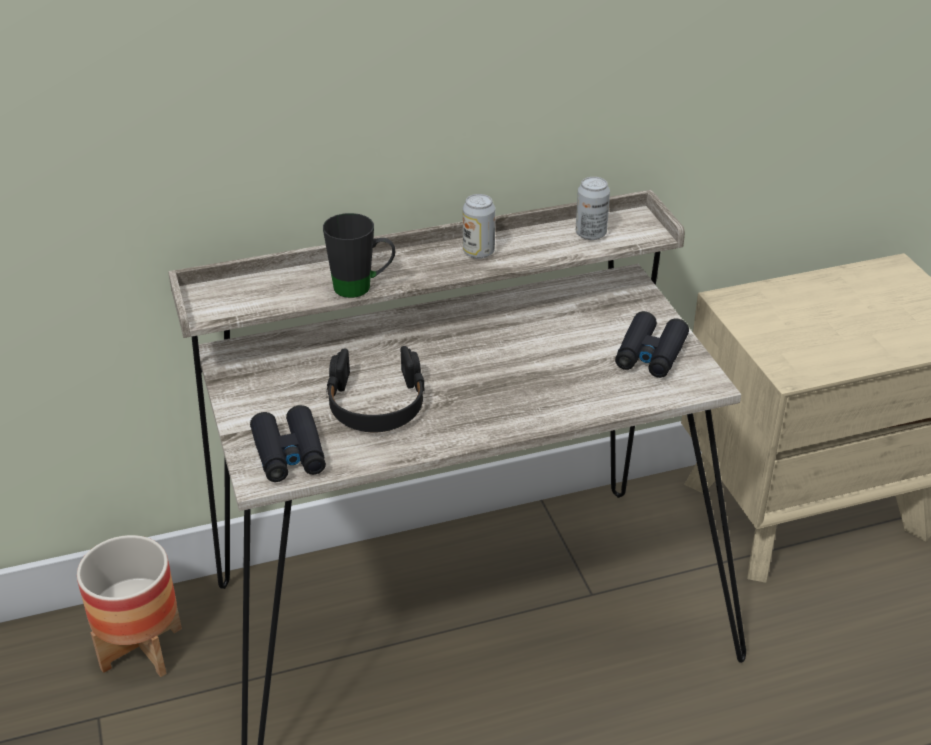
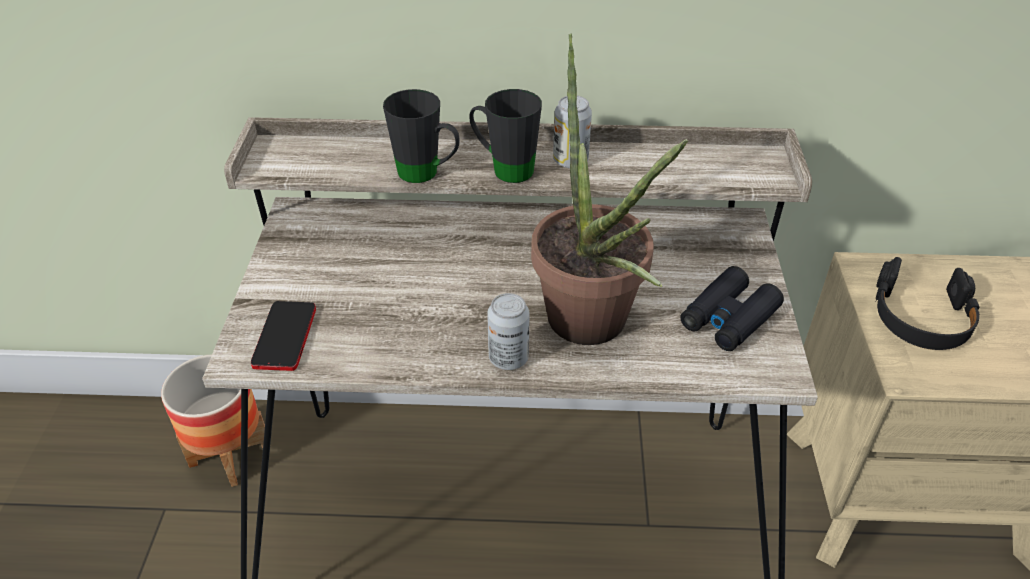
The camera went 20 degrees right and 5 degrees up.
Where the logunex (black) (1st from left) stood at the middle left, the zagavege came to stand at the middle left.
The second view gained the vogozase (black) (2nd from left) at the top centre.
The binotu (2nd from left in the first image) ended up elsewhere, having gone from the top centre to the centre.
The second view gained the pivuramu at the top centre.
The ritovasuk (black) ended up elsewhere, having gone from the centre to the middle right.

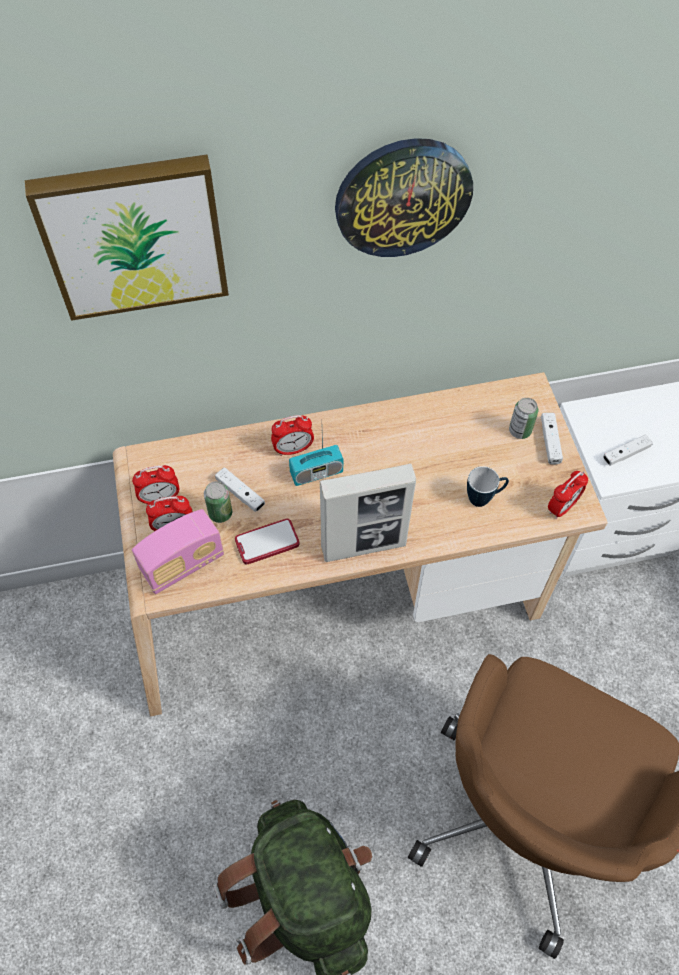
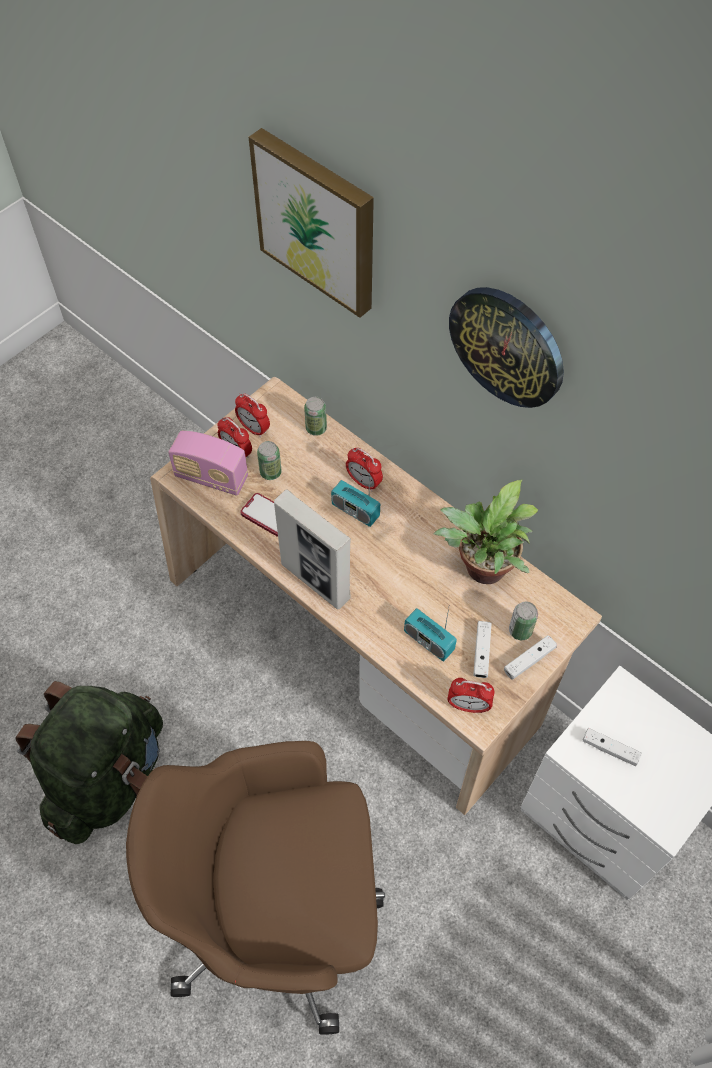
The camera went 55 degrees right and 0 degrees up.
The second view gained the binotu (2nd from left) at the centre.
Where the vogozase stood at the middle right, the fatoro (3rd from left) came to stand at the centre.
The second view gained the pivuramu at the middle right.
The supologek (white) (1st from left) ended up elsewhere, having gone from the centre to the middle right.

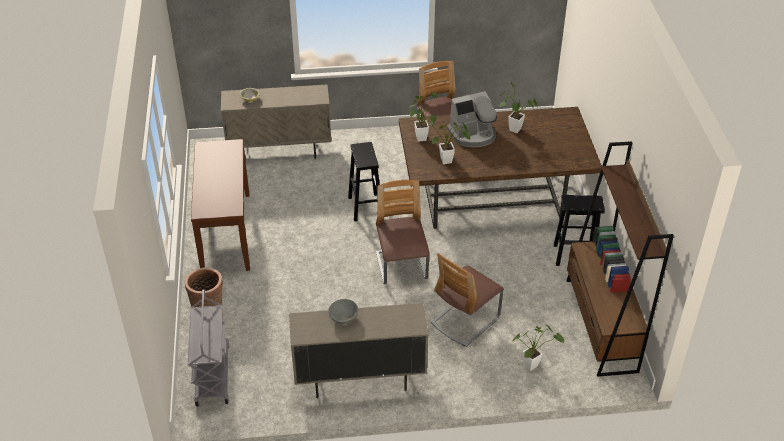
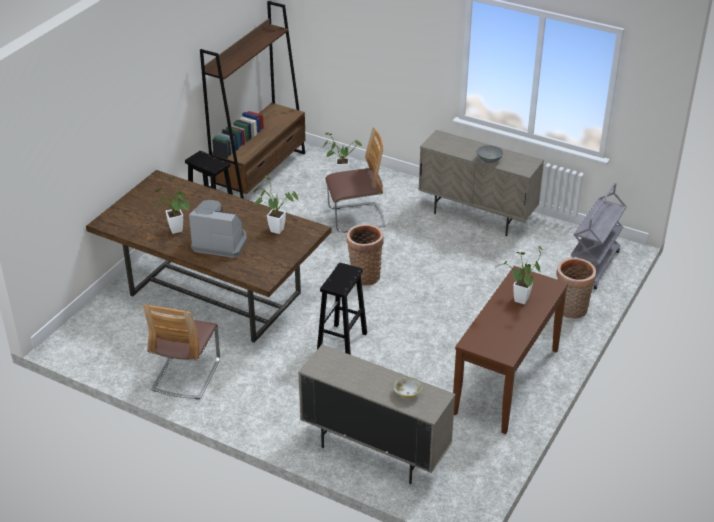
The camera went 145 degrees left and 5 degrees down.
Where the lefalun (1st from left) stood at the centre, the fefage (1st from left) came to stand at the centre.
The pivuramu (1st from left in the first image) ended up elsewhere, having gone from the top centre to the middle right.

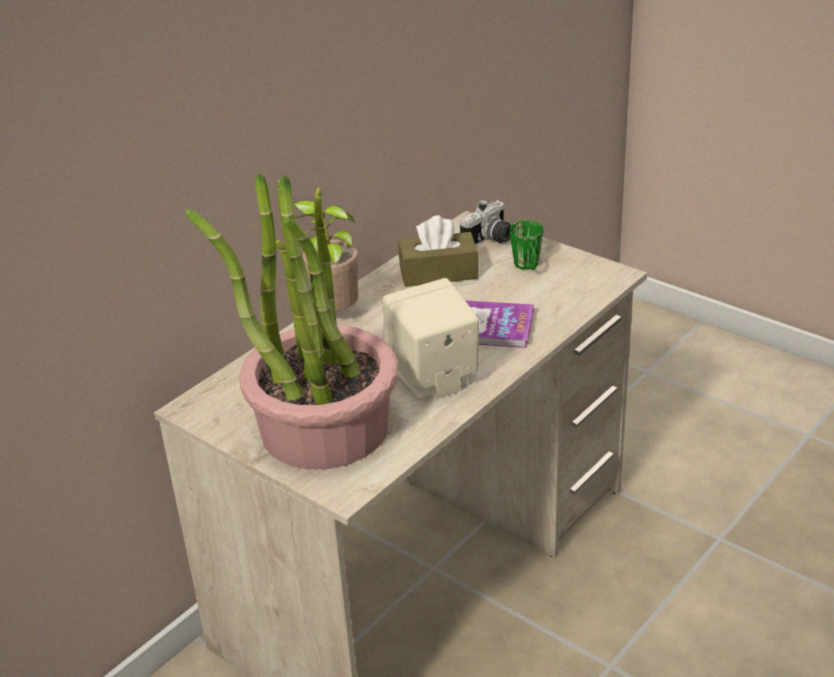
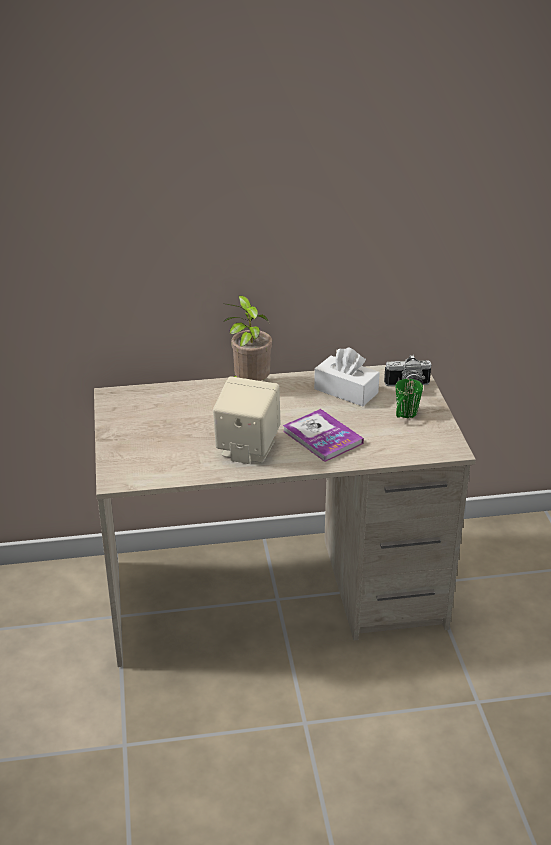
The camera went 40 degrees right and 0 degrees up.
What was the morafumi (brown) at the centre turned into the morafumi (white) at the centre.
The second view lost the pivuramu (1st from left) at the centre.

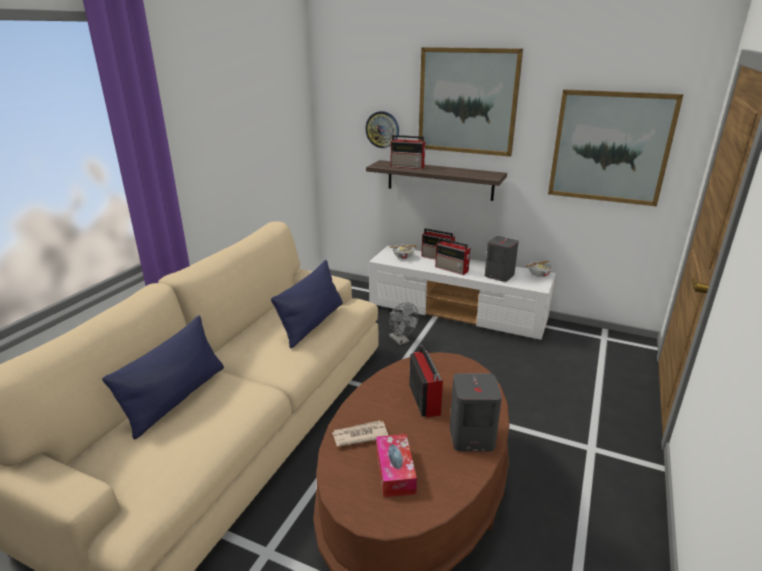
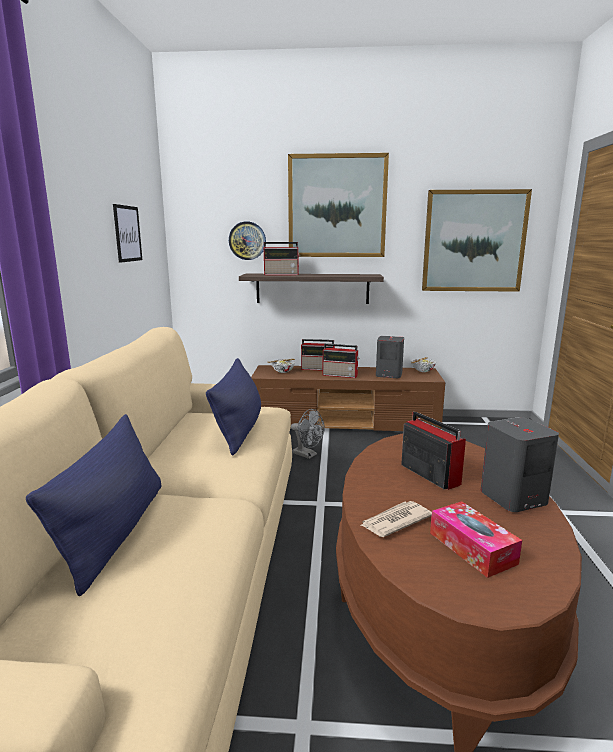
The camera went 20 degrees left and 10 degrees down.
The second view gained the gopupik (1st from left) at the top left.
What was the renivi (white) at the centre turned into the renivi (brown) at the centre.

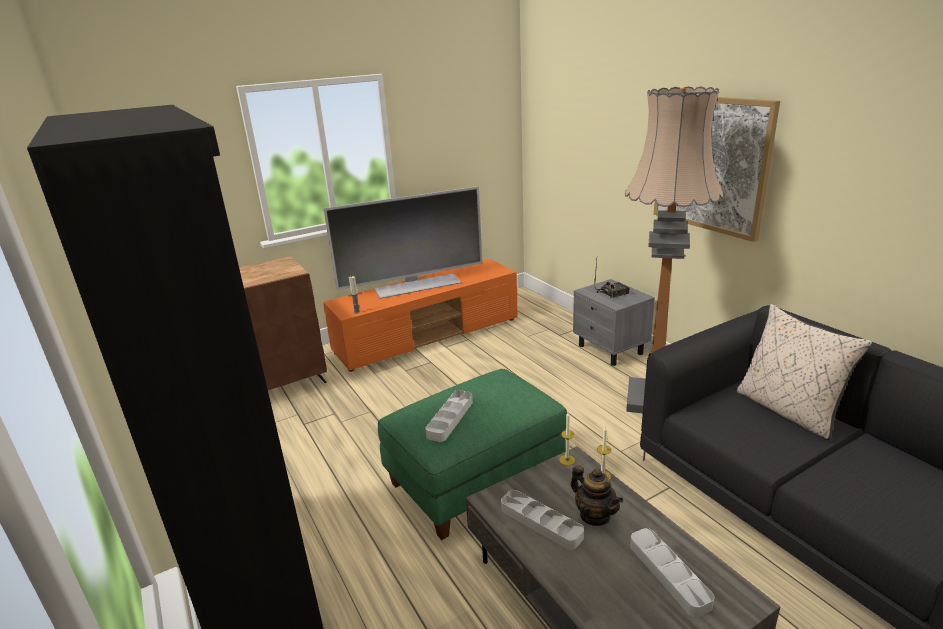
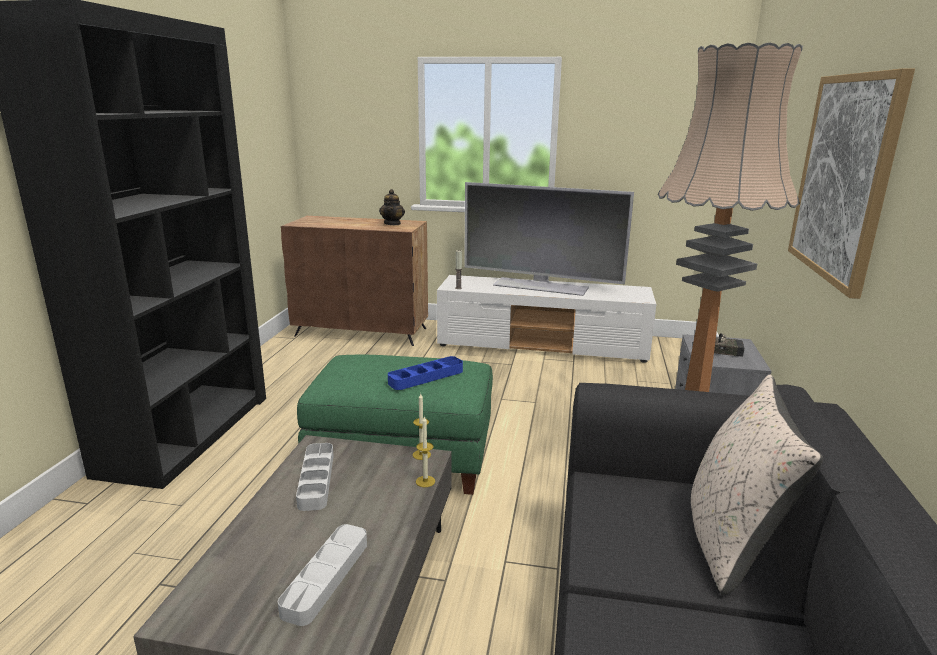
The camera went 40 degrees right and 5 degrees down.
The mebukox ended up elsewhere, having gone from the bottom centre to the top centre.
The second view gained the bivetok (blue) at the centre.
What was the renivi (orange) at the centre turned into the renivi (white) at the centre.
The second view lost the bivetok (grey) (1st from left) at the centre.

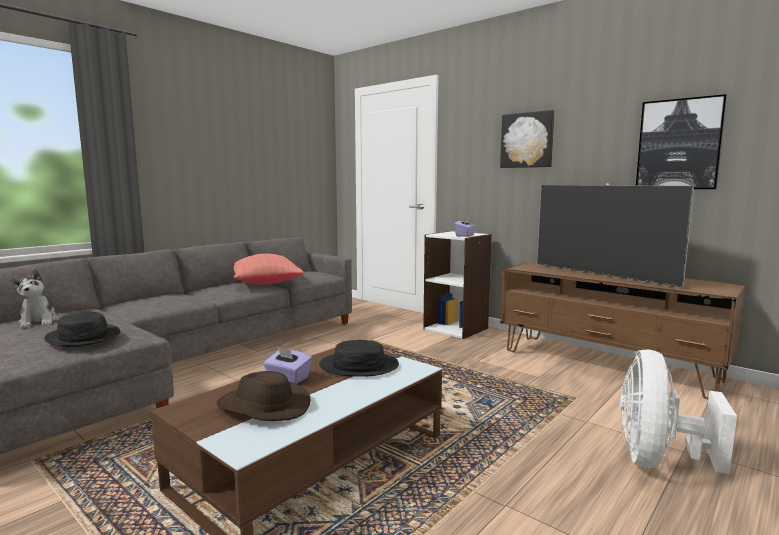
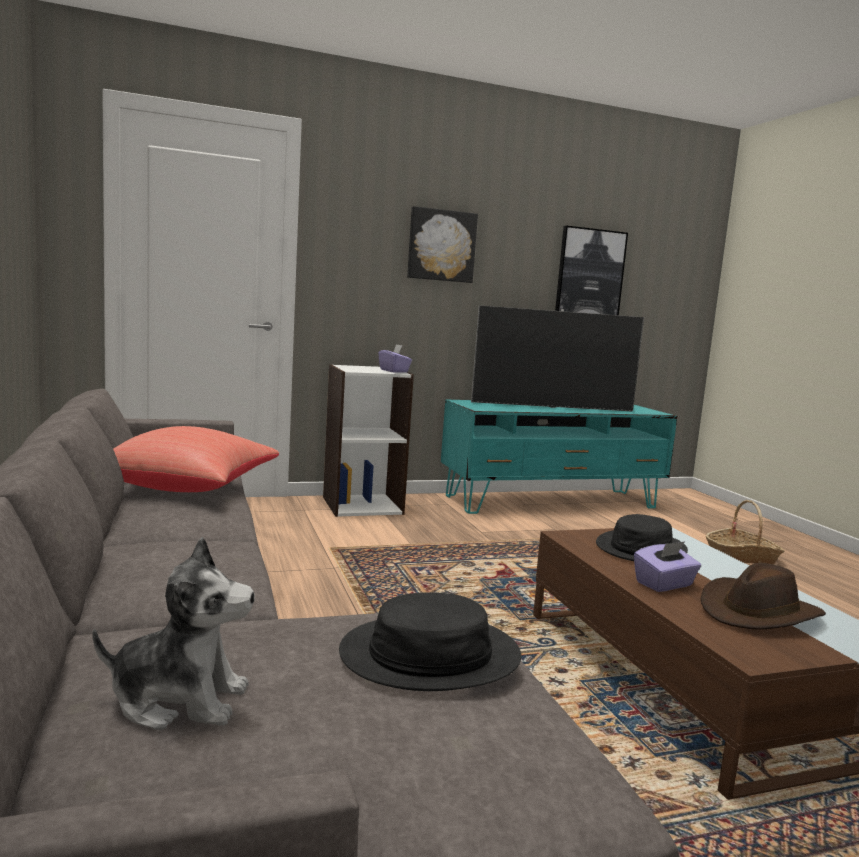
The camera went 60 degrees left and 0 degrees up.
What was the renivi (brown) at the middle right turned into the renivi (turquoise) at the centre.
Where the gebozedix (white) stood at the bottom right, the fefage came to stand at the middle right.

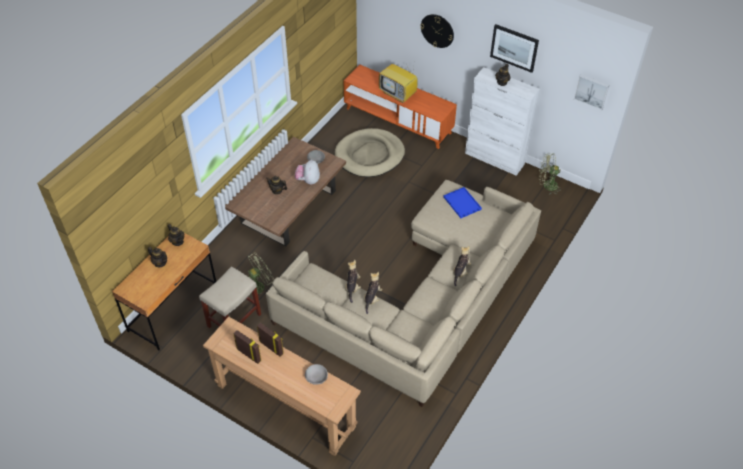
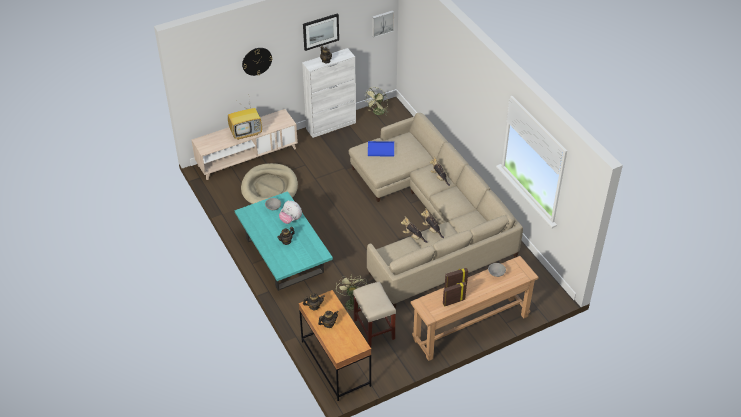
The camera went 60 degrees left and 5 degrees down.
What was the renivi (orange) at the top centre turned into the renivi (beige) at the middle left.
What was the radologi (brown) at the centre turned into the radologi (turquoise) at the centre.

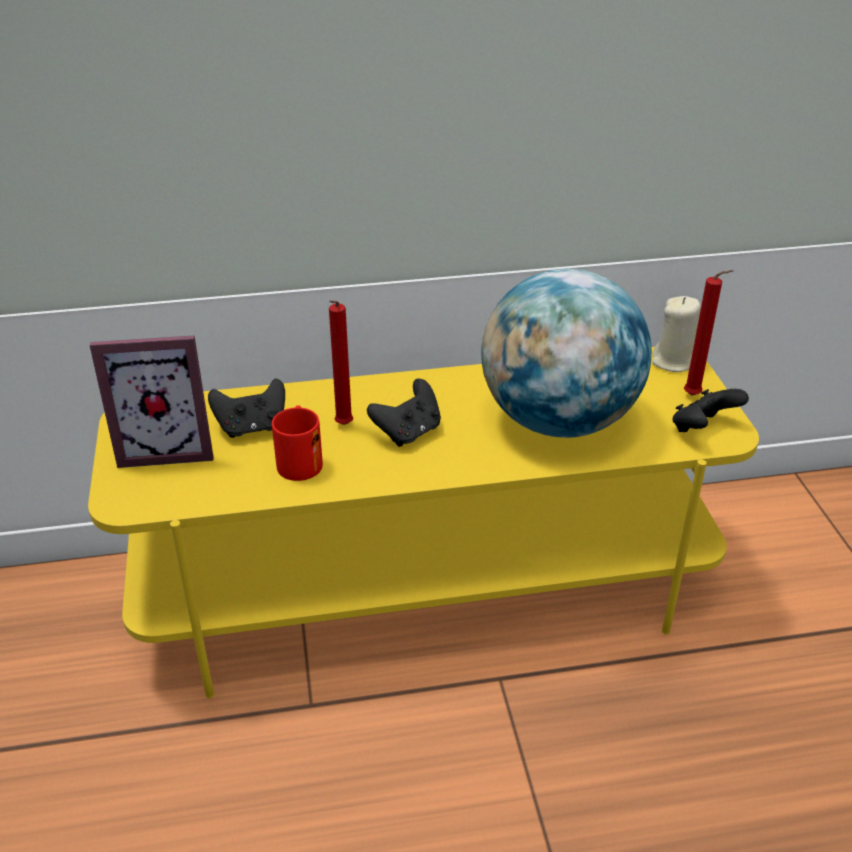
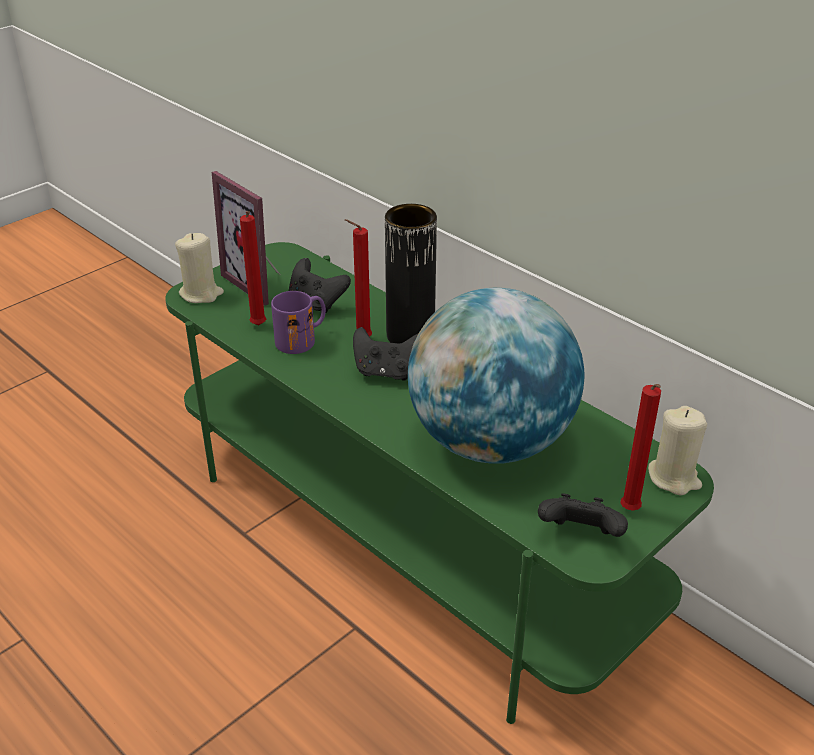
The camera went 55 degrees right and 0 degrees up.
What was the renivi (yellow) at the centre turned into the renivi (green) at the centre.
The second view gained the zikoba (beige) (1st from left) at the middle left.
The second view gained the zikoba (red) (1st from left) at the middle left.
What was the vogozase (red) at the centre turned into the vogozase (purple) at the centre.
The second view gained the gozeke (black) at the centre.

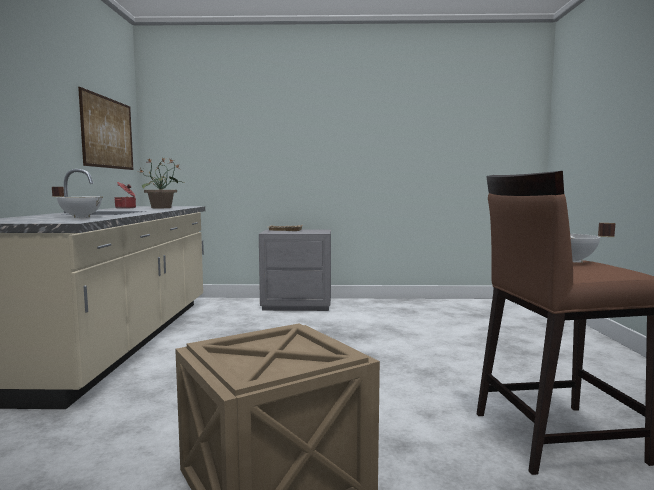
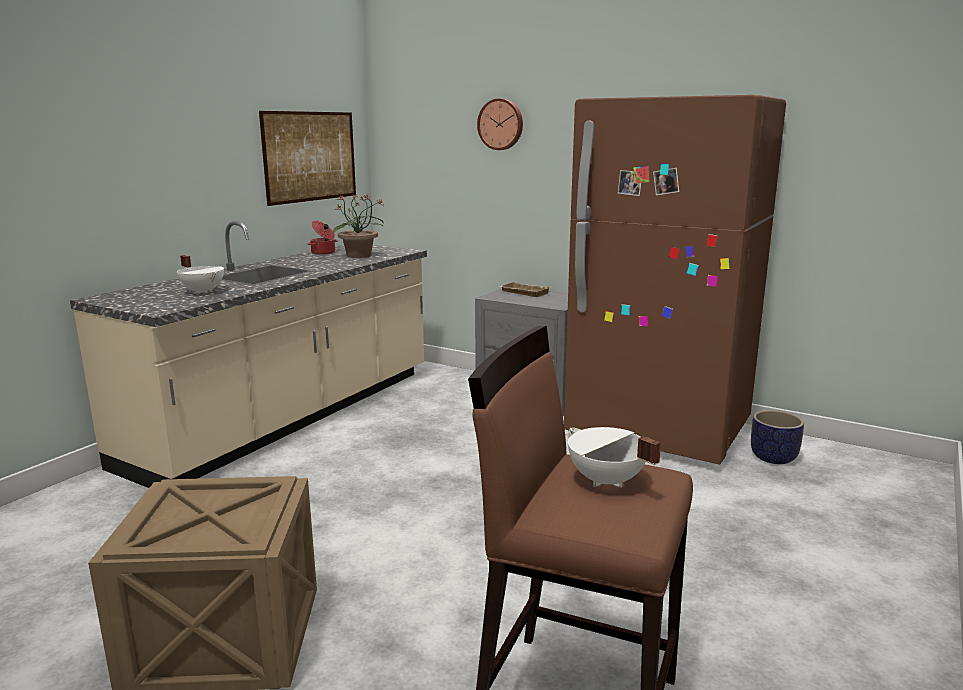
The camera went 30 degrees right and 10 degrees up.
The second view gained the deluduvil at the top centre.
The second view gained the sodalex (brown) at the middle right.
The second view gained the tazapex at the middle right.

